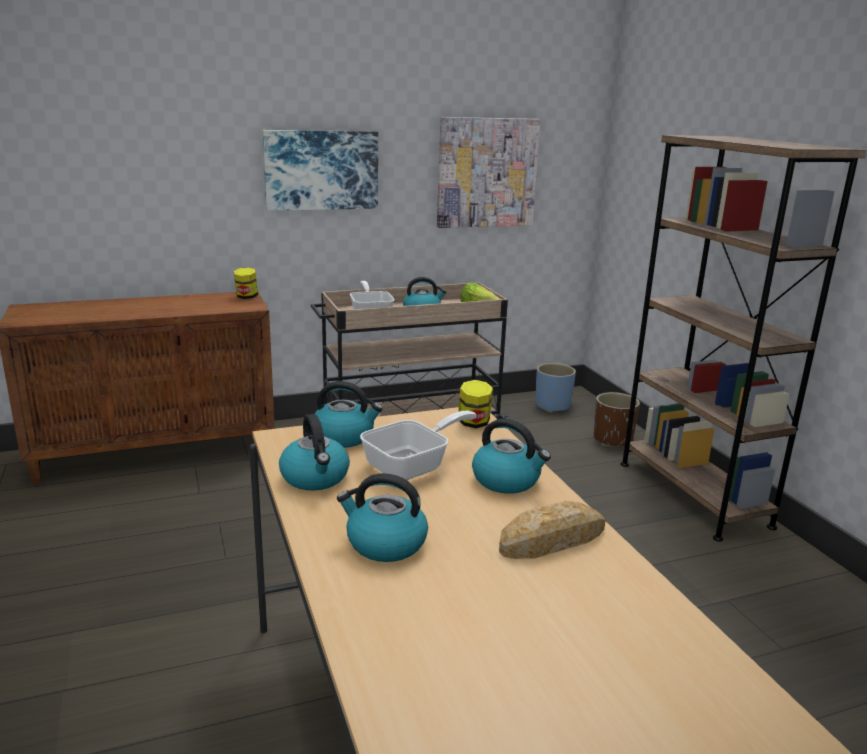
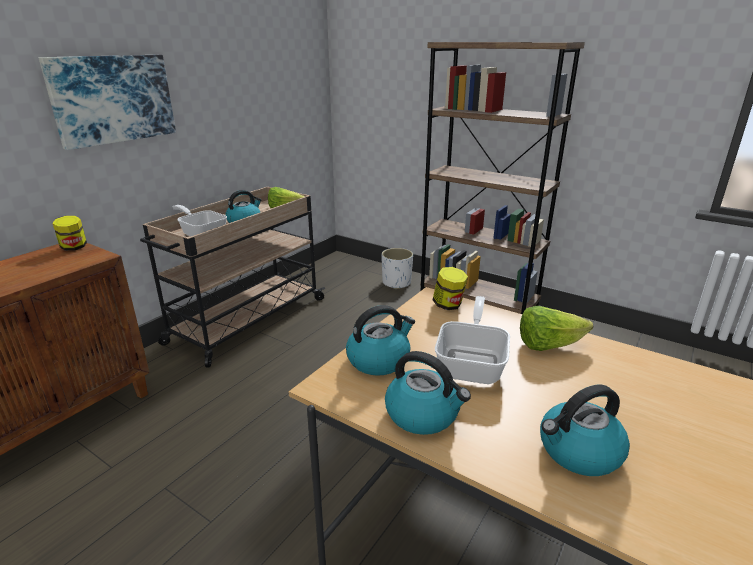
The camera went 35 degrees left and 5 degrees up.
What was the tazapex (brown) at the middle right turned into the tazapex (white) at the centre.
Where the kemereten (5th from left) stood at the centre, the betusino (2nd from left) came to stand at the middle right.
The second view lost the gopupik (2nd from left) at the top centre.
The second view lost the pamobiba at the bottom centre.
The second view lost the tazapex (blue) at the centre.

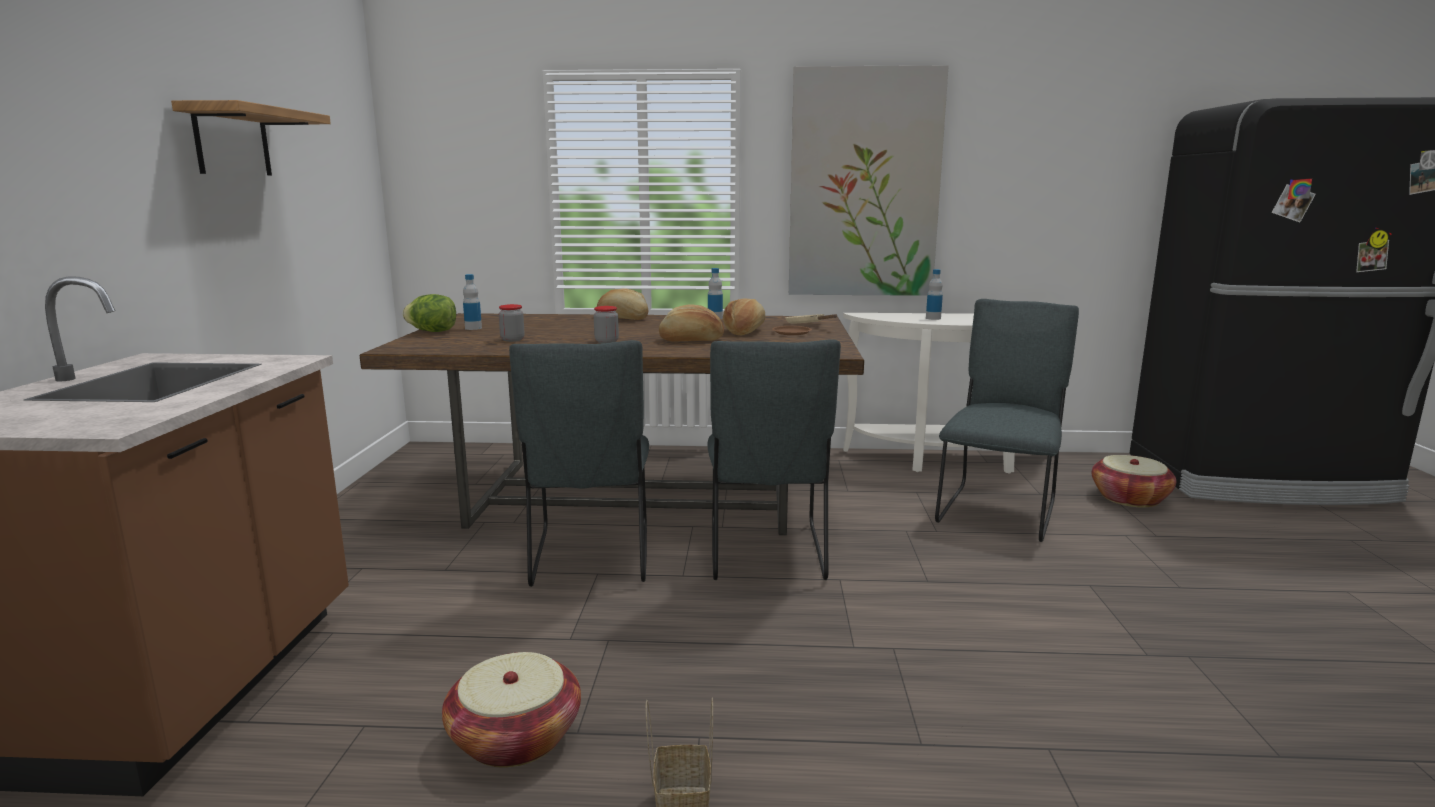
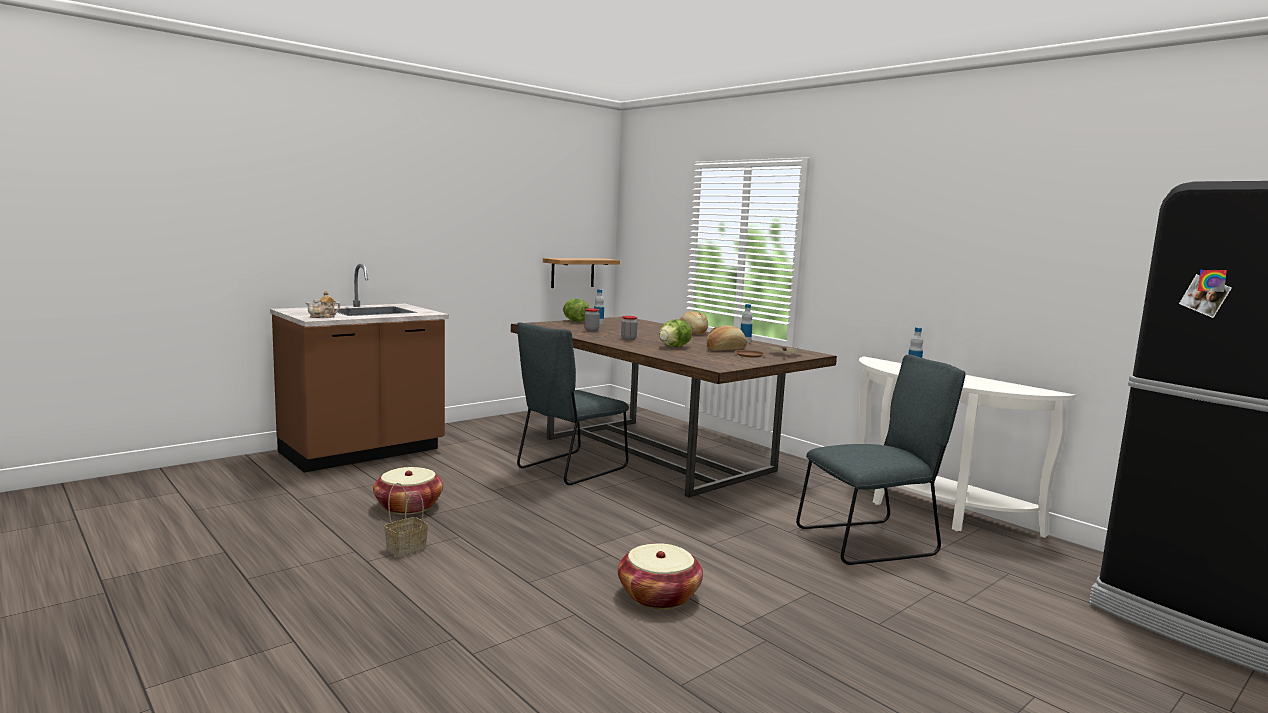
The camera went 45 degrees right and 5 degrees down.
The second view gained the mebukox at the middle left.
The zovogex ended up elsewhere, having gone from the top left to the centre.
The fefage (3rd from left) ended up elsewhere, having gone from the middle right to the bottom centre.
Where the pamobiba (2nd from left) stood at the centre, the betusino (2nd from left) came to stand at the centre.
The second view lost the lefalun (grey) (2nd from left) at the centre.
The second view lost the gopupik at the top centre.

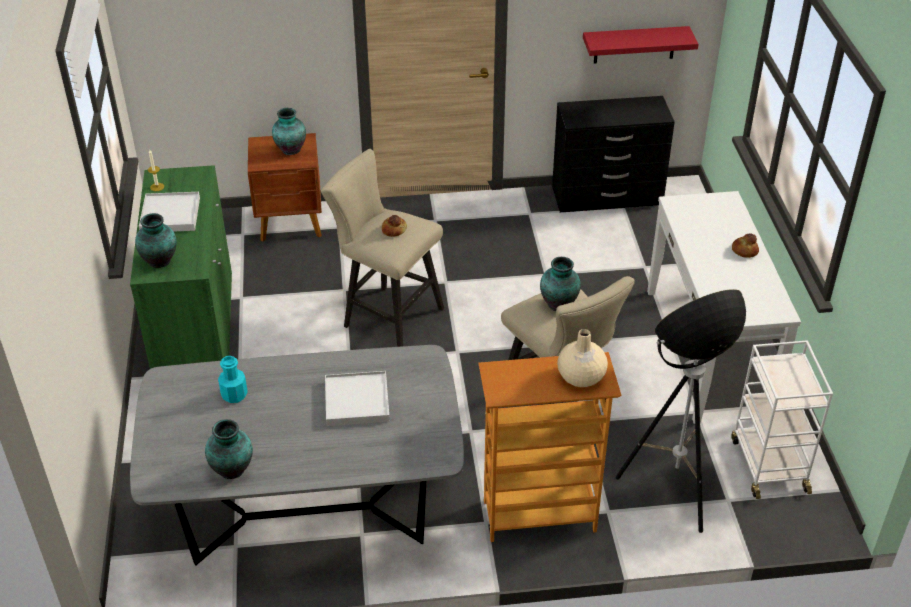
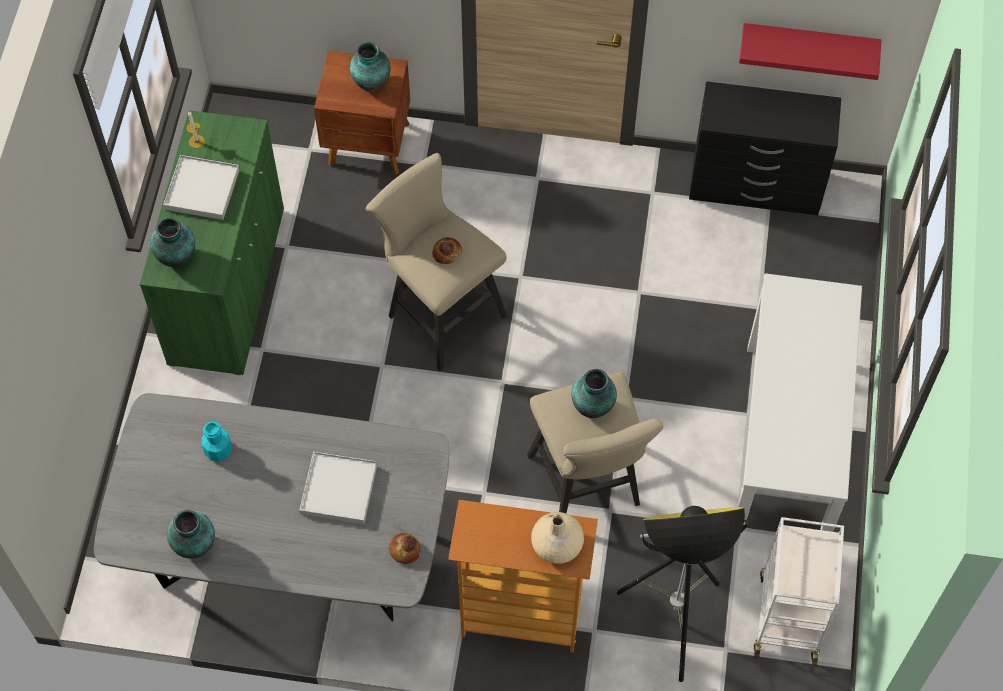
The camera went 15 degrees right and 20 degrees up.
The pamobiba (2nd from left in the first image) ended up elsewhere, having gone from the middle right to the bottom centre.

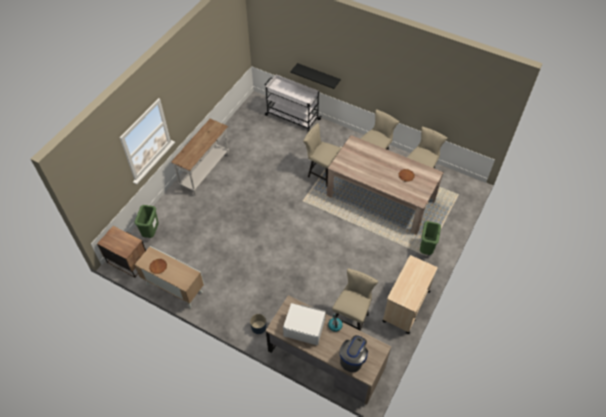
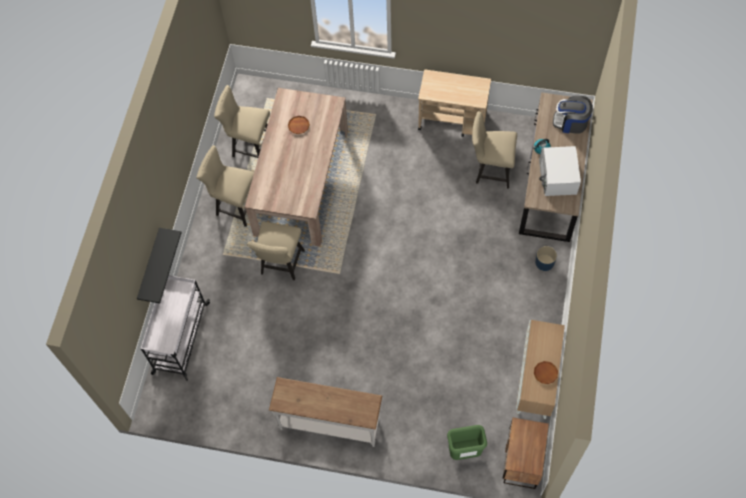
The camera went 105 degrees left and 10 degrees up.
The second view lost the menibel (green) (2nd from left) at the middle right.

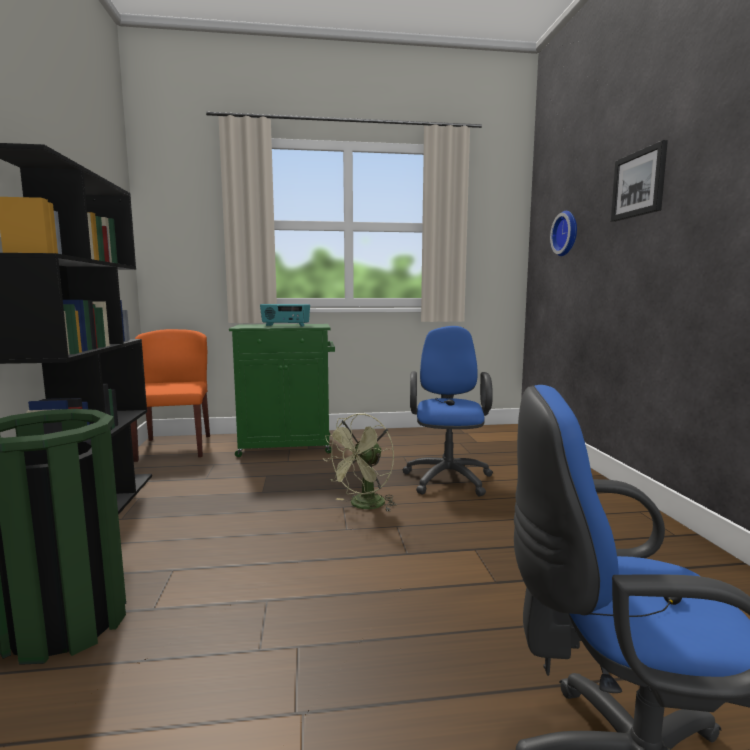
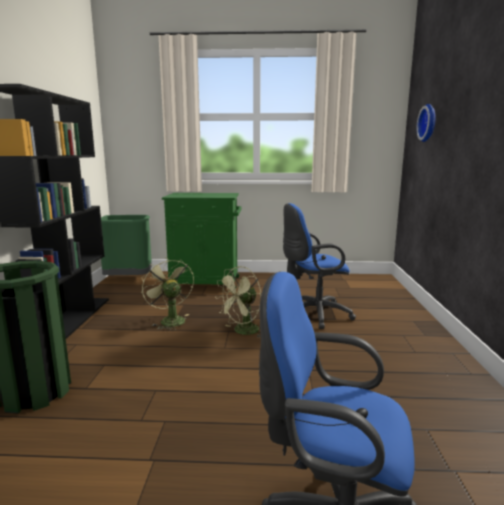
The camera went 10 degrees right and 5 degrees up.
Where the lefalun (orange) stood at the middle left, the menibel (green) (2nd from left) came to stand at the middle left.
The second view gained the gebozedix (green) (1st from left) at the middle left.
The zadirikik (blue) (1st from left) at the centre ended up facing another way, 120 degrees counterclockwise from before.
The second view lost the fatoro at the centre.
The second view lost the gopupik at the top right.

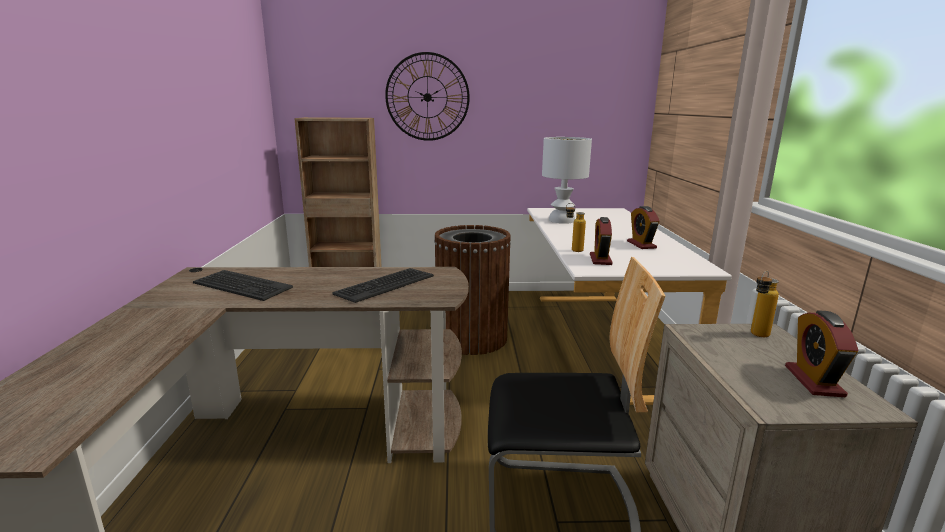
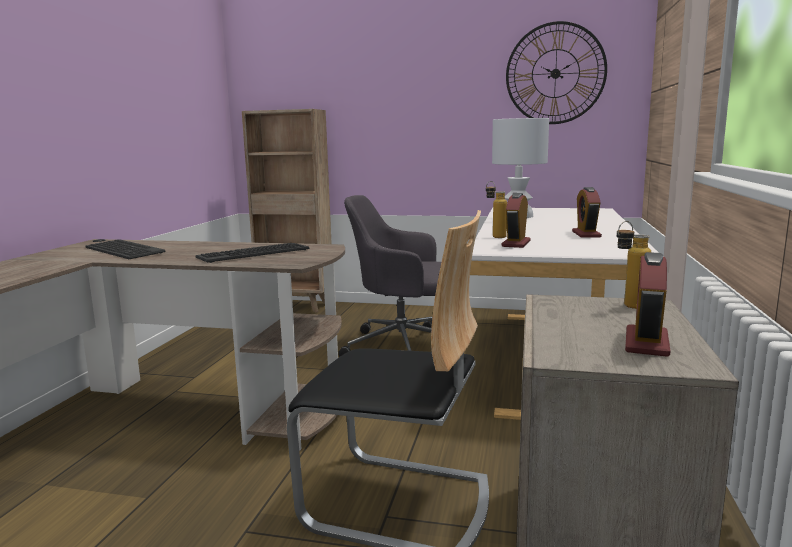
The camera went 15 degrees right and 5 degrees down.
Where the menibel (brown) stood at the centre, the zadirikik (grey) came to stand at the centre.
The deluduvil ended up elsewhere, having gone from the top centre to the top right.

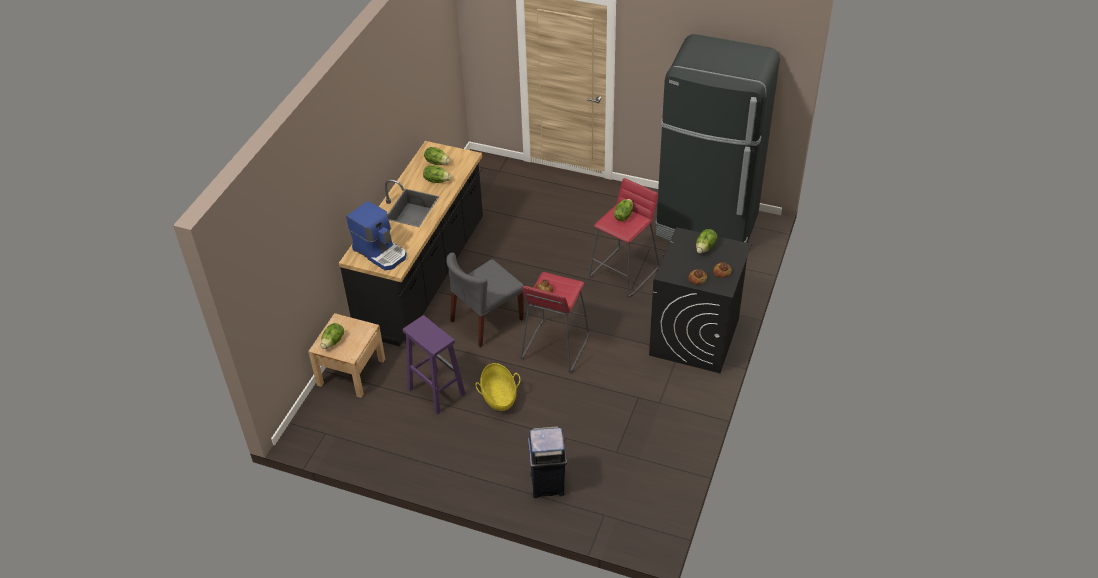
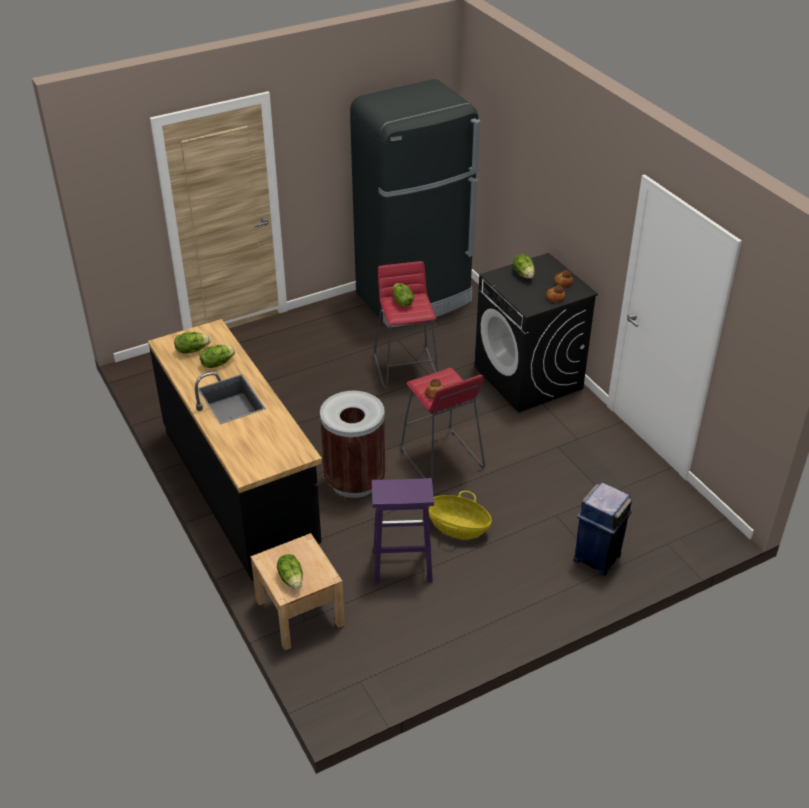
The camera went 50 degrees left and 5 degrees down.
Where the lefalun (grey) stood at the centre, the menibel (brown) came to stand at the centre.
The second view lost the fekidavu at the centre.

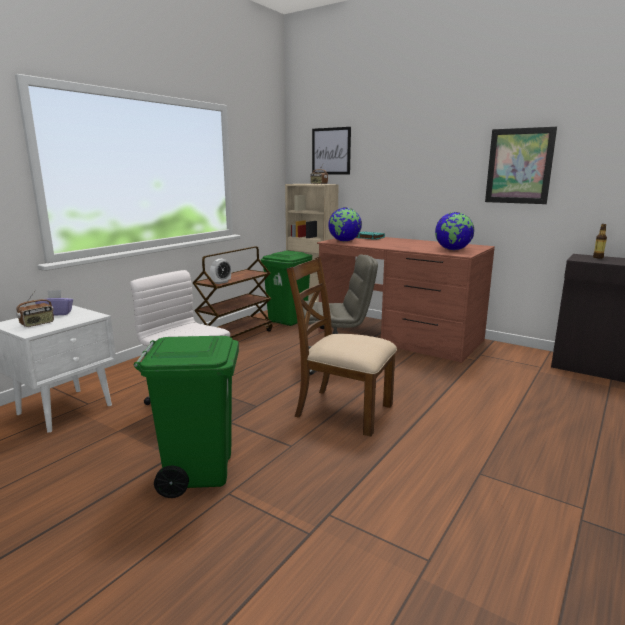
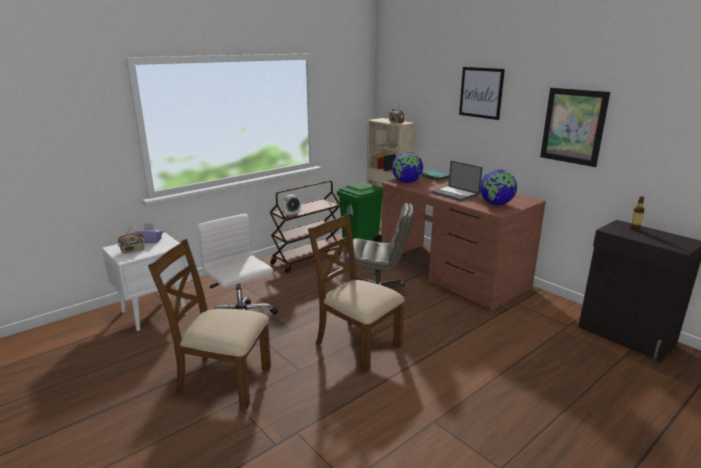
The camera went 15 degrees right and 5 degrees up.
Where the menibel (green) (1st from left) stood at the bottom left, the lefalun (brown) (1st from left) came to stand at the bottom left.
The second view gained the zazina at the centre.
The gopupik (1st from left) ended up elsewhere, having gone from the top centre to the top right.

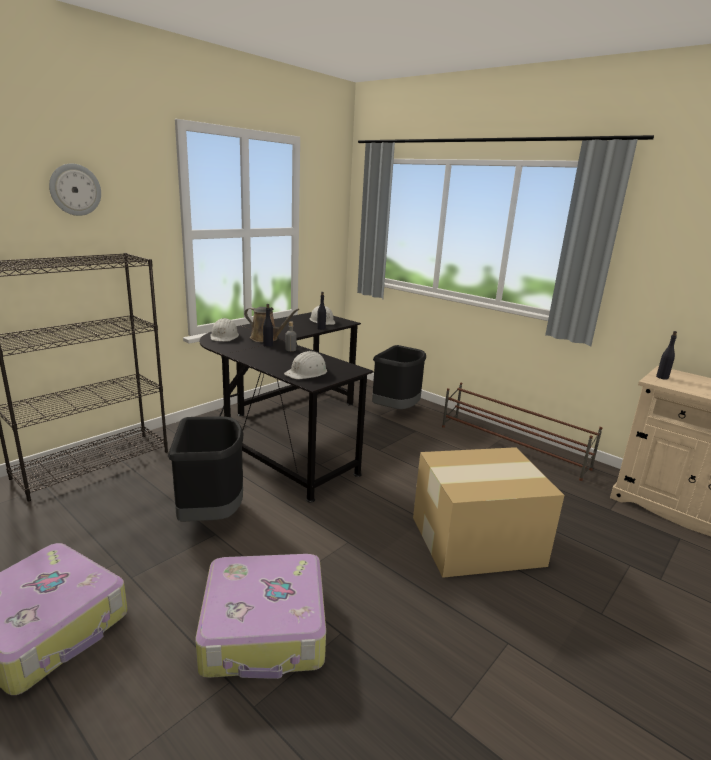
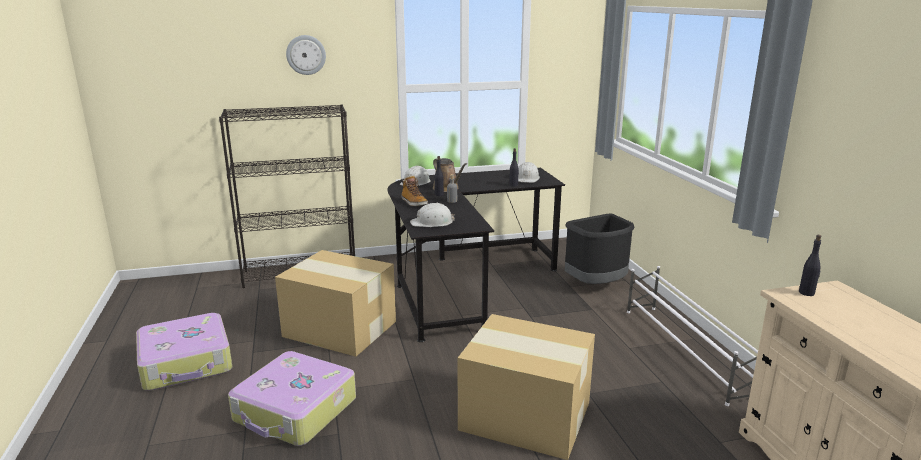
The camera went 35 degrees right and 0 degrees up.
Where the menibel (black) (1st from left) stood at the middle left, the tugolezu (1st from left) came to stand at the centre.
The second view gained the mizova at the centre.
What was the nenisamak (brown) at the middle right turned into the nenisamak (white) at the bottom right.

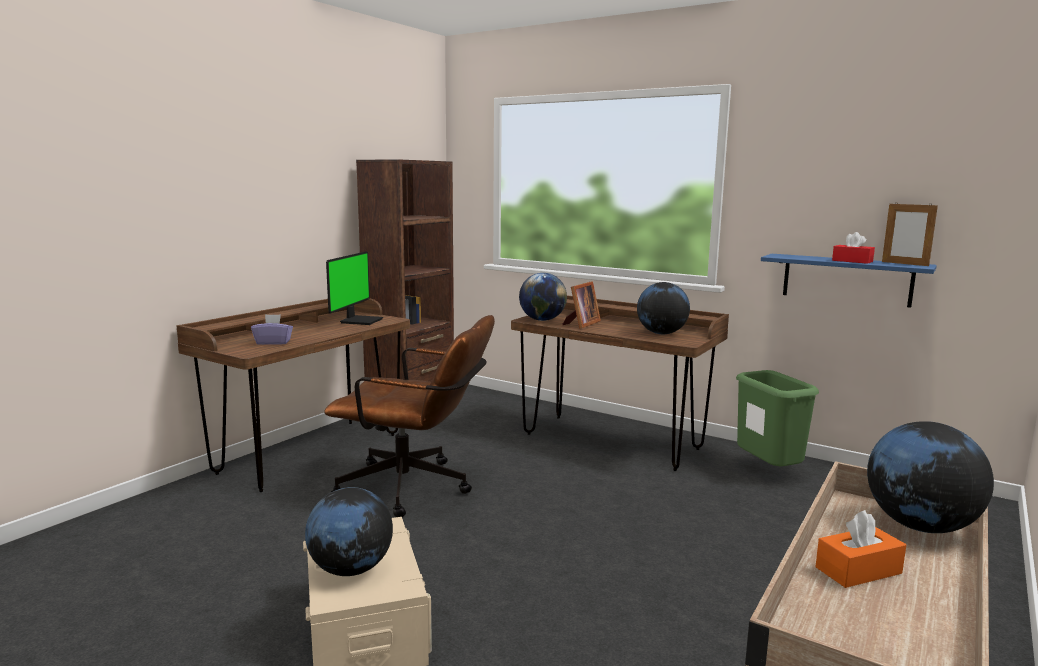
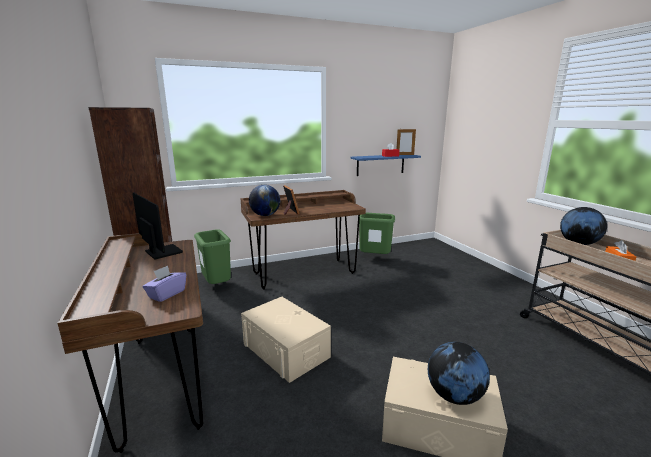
The camera went 55 degrees left and 5 degrees up.
The second view gained the menibel (green) (1st from left) at the middle left.
Where the zadirikik (brown) stood at the centre, the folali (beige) (1st from left) came to stand at the bottom centre.
The second view lost the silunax (3rd from left) at the centre.

